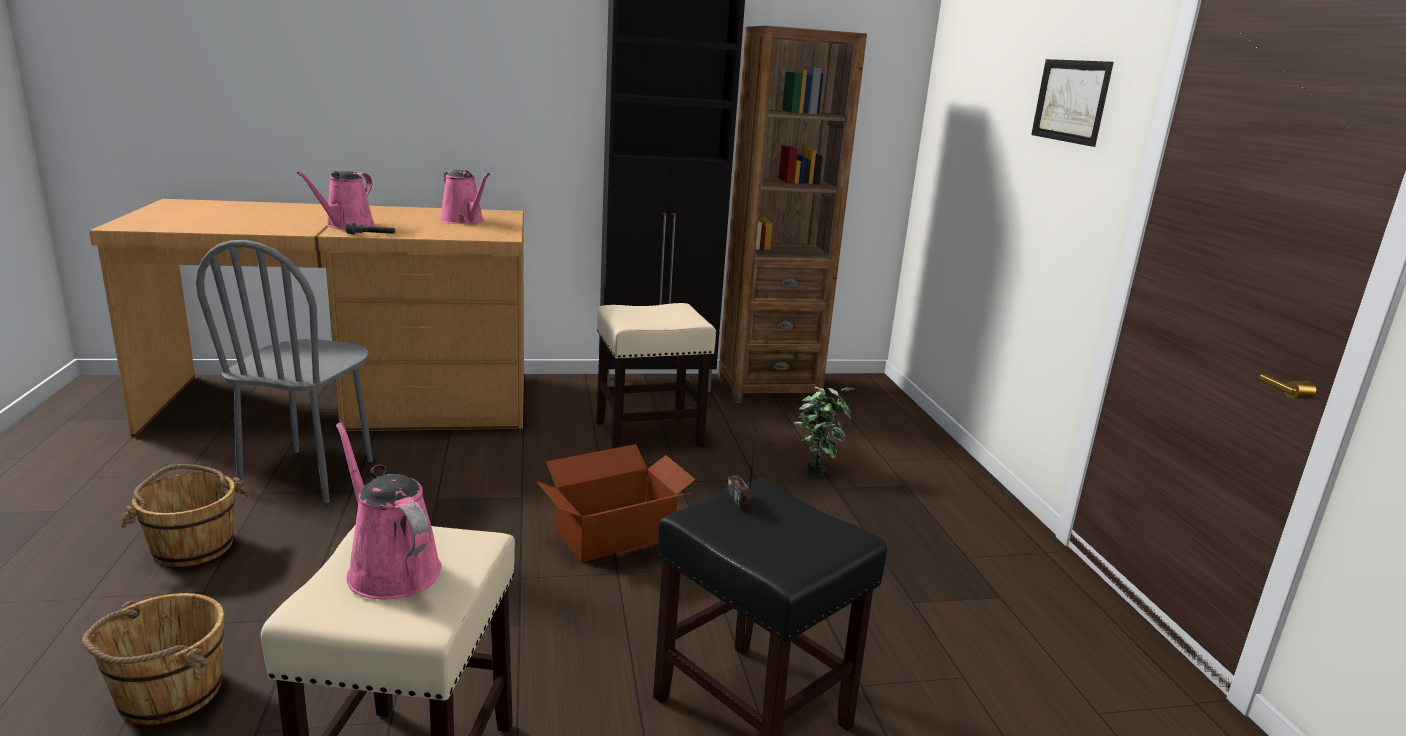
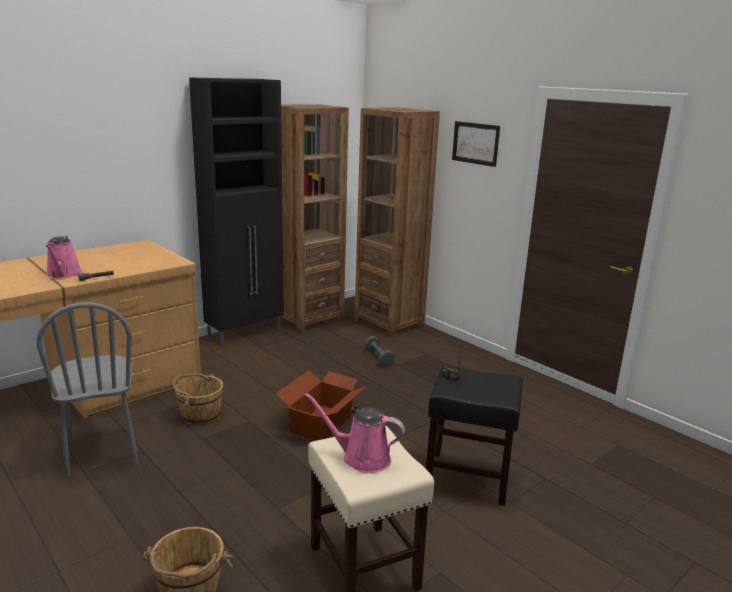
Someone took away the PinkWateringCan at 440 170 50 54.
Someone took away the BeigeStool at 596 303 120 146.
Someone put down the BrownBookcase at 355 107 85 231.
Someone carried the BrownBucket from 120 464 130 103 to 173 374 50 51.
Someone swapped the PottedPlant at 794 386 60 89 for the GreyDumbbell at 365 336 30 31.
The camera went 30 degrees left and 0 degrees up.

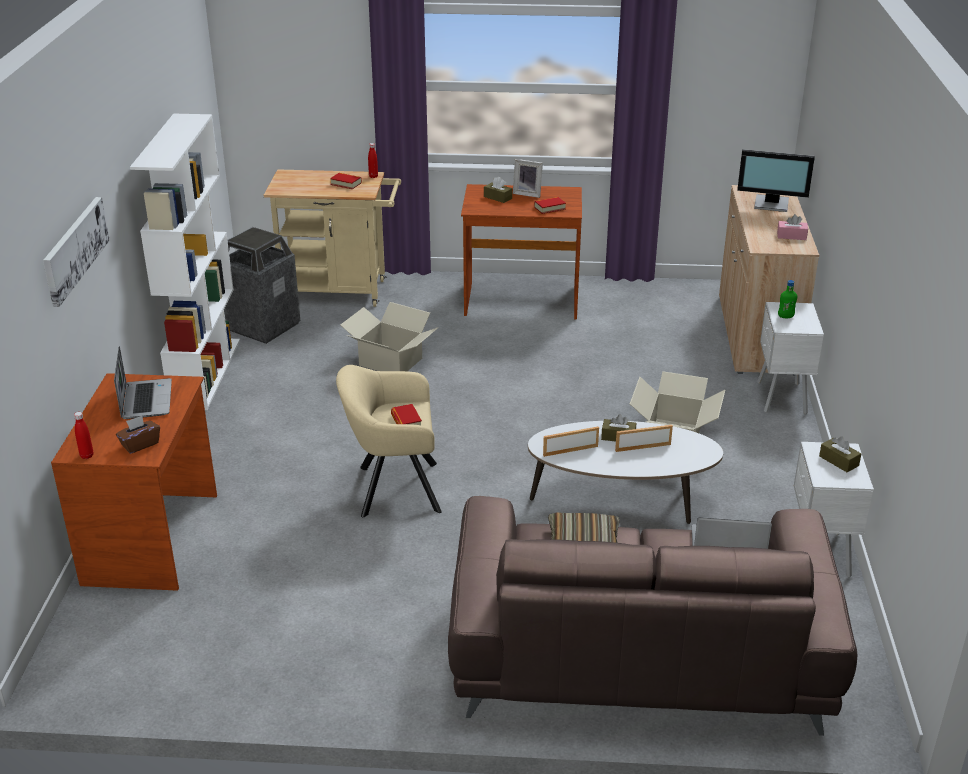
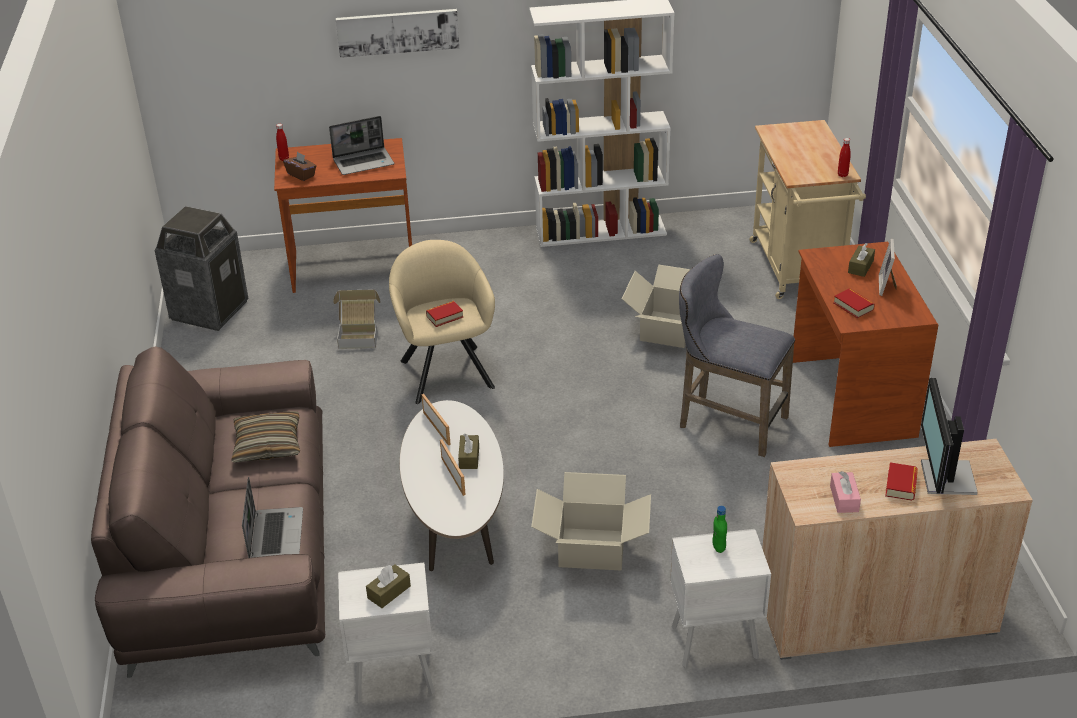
Someone put down the CardboardBox at 333 289 47 60.
Someone put down the GreyStool at 679 254 116 203.
Someone carried the TrashCan from 224 227 76 117 to 155 206 94 125.
Someone carried the Book from 330 173 32 16 to 885 462 33 39.
The camera went 80 degrees right and 5 degrees up.

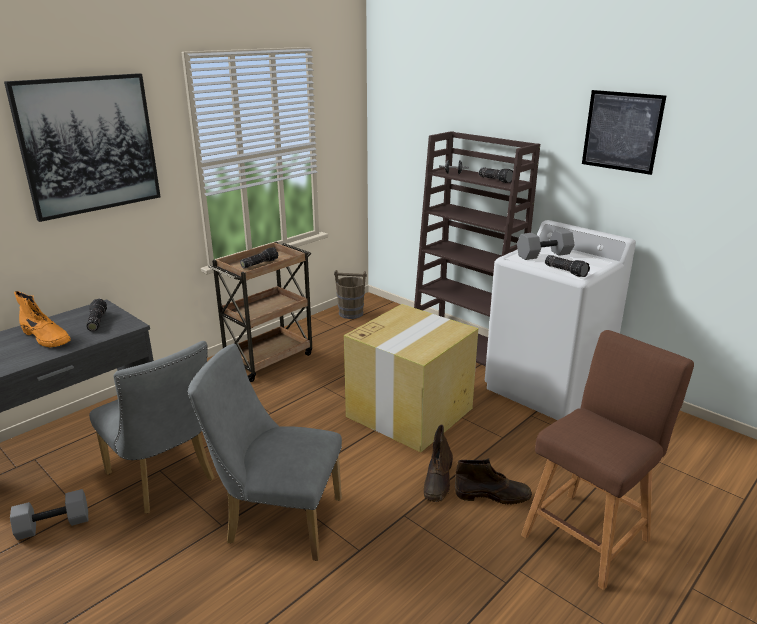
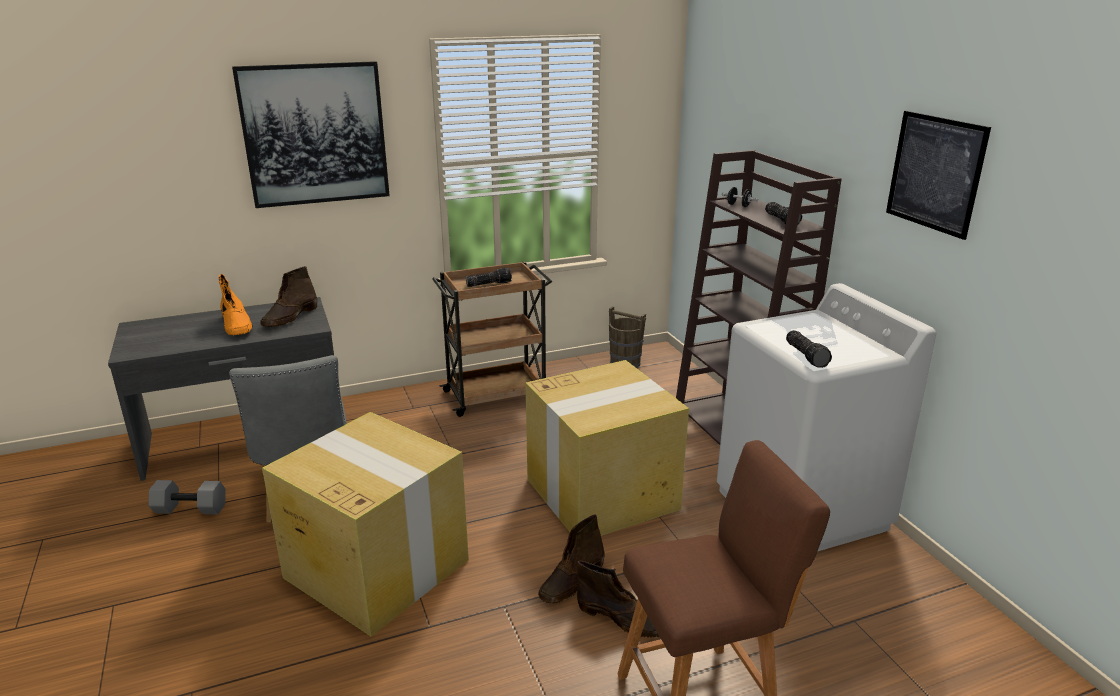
Someone took away the GreyDumbbell at 517 229 58 31.
Someone swapped the Flashlight at 86 299 21 32 for the BrownBoot at 260 266 57 61.
Someone swapped the GreyChair at 188 344 154 217 for the CardboardBox at 262 412 207 224.
The camera went 25 degrees right and 0 degrees up.

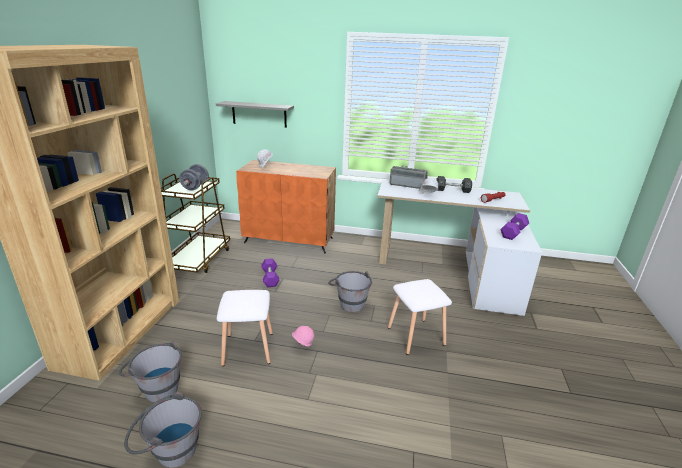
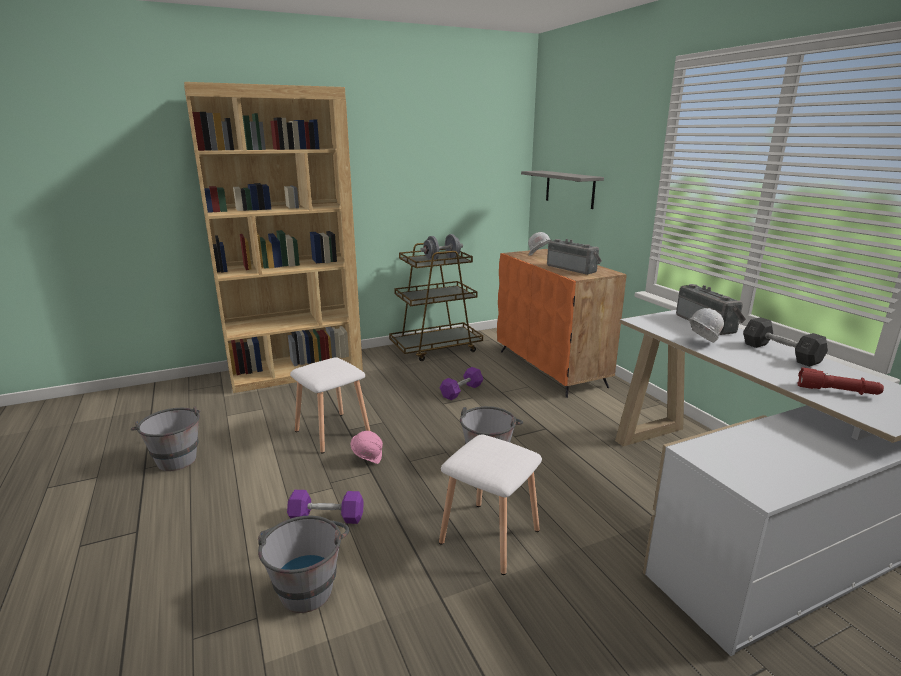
Someone put down the Radio at 547 239 55 36.
Someone carried the GreyBucket from 119 341 63 61 to 258 516 91 97.
Someone carried the PurpleDumbbell from 500 213 29 27 to 287 490 77 34.
The camera went 55 degrees right and 5 degrees down.

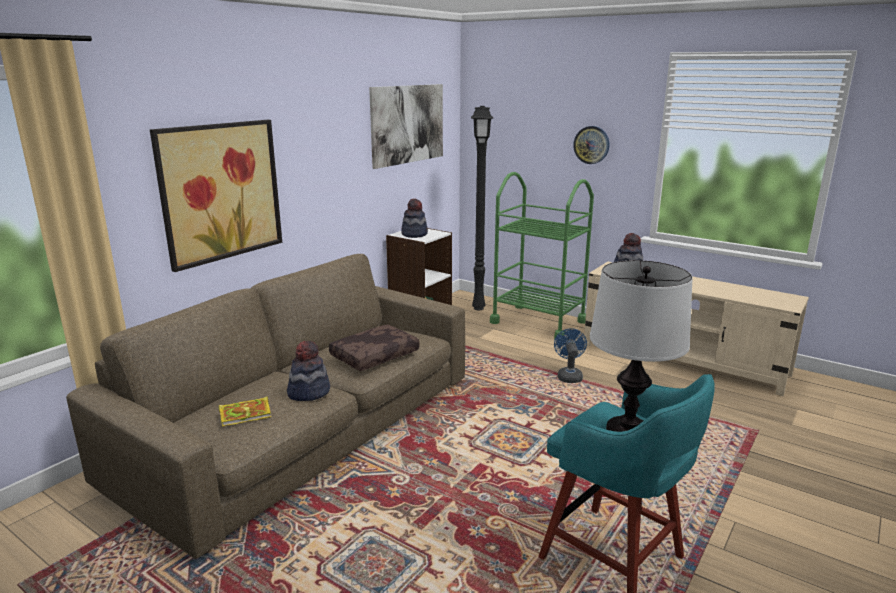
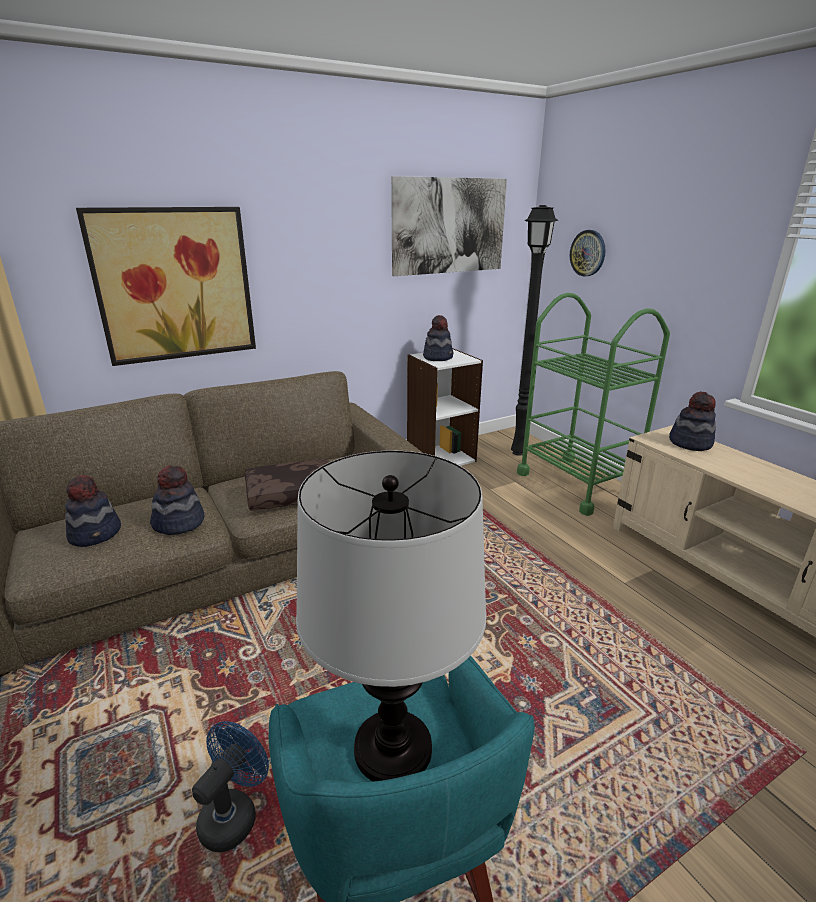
Someone carried the BlueFan from 554 328 33 55 to 192 721 77 131.
Someone carried the WallClock from 573 126 36 38 to 570 230 36 47.
Someone swapped the Book at 219 397 52 30 for the Hat at 65 475 56 72.
The camera went 25 degrees right and 5 degrees up.

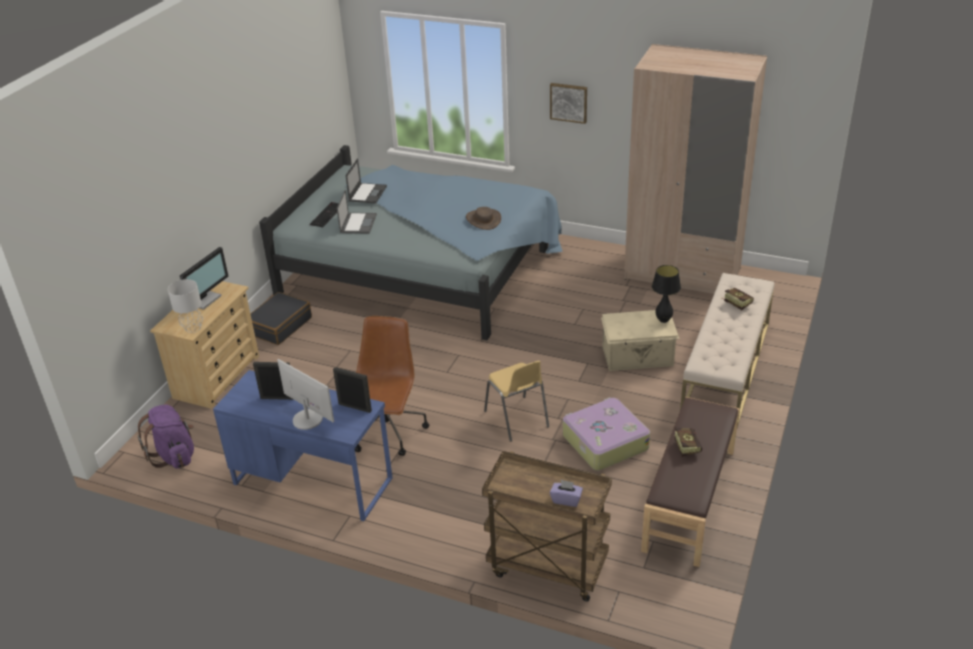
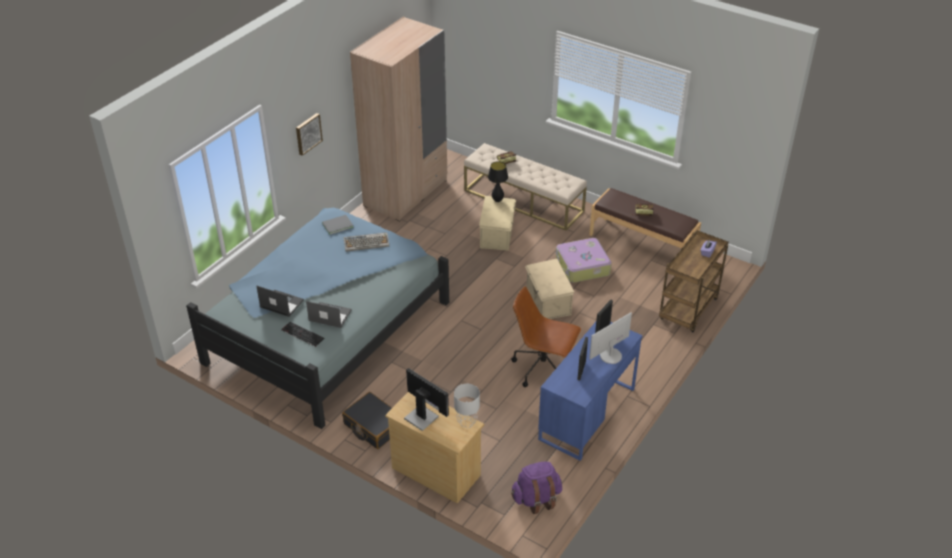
Someone put down the GreyBook at 322 215 32 20.
Someone swapped the BrownHat at 466 207 35 23 for the Keyboard at 344 232 45 20.
Someone swapped the YellowChair at 484 361 65 81 for the BeigeStorageBox at 525 259 49 60.
The camera went 80 degrees left and 5 degrees up.

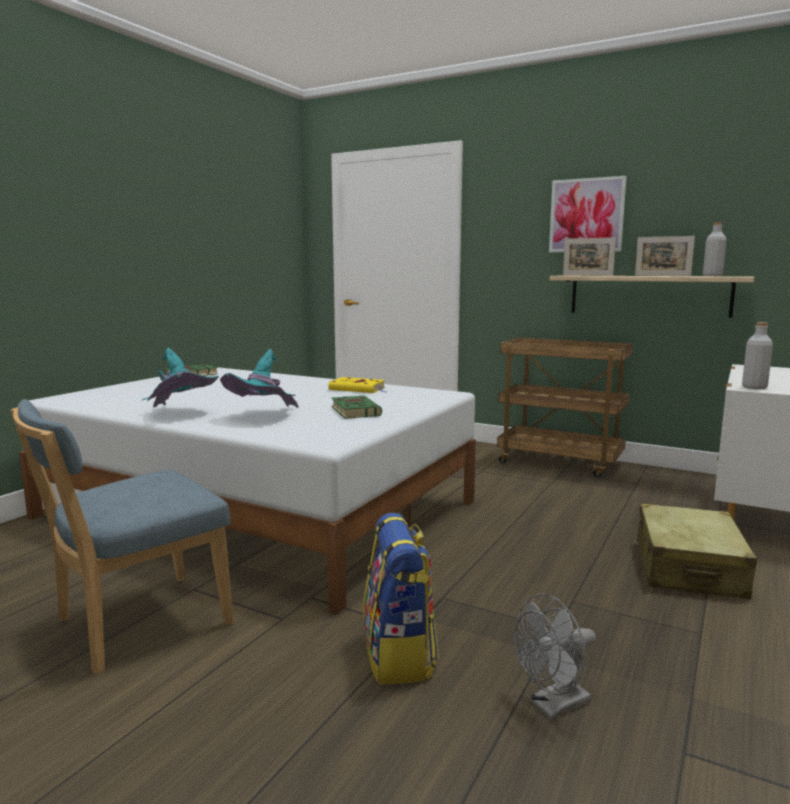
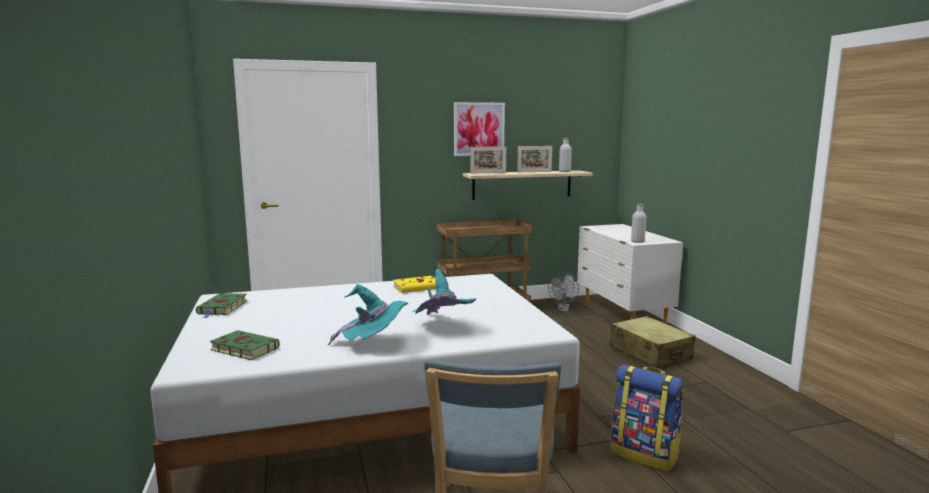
Someone carried the GreenBook from 332 395 50 24 to 210 330 70 30.
Someone carried the GreyFan from 514 594 82 125 to 548 273 31 39.
The camera went 45 degrees left and 0 degrees up.

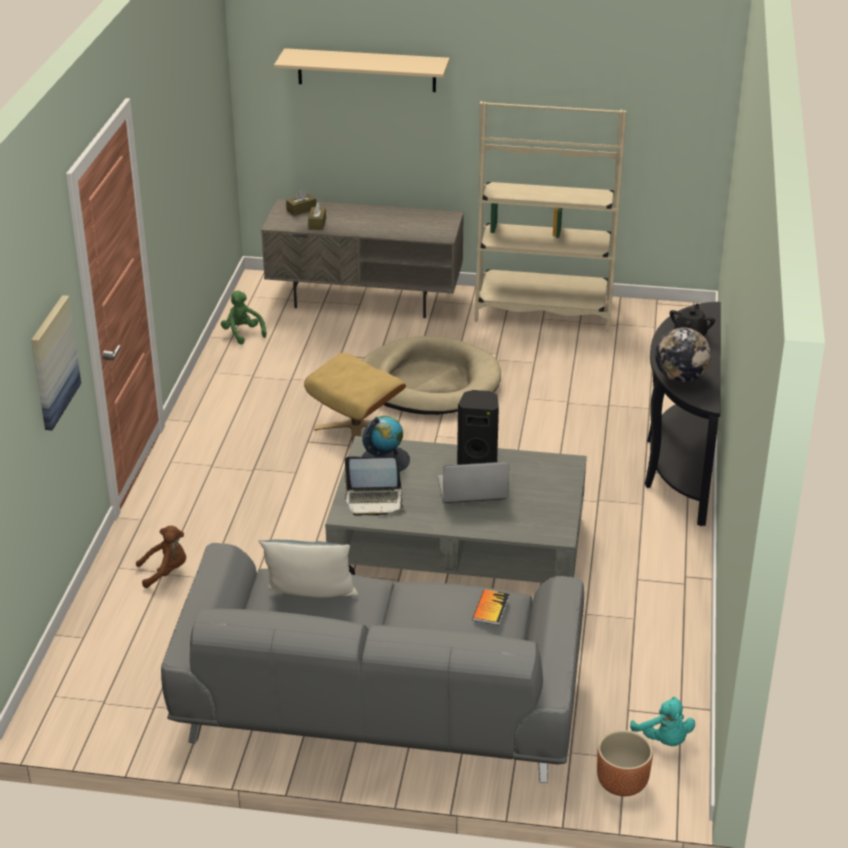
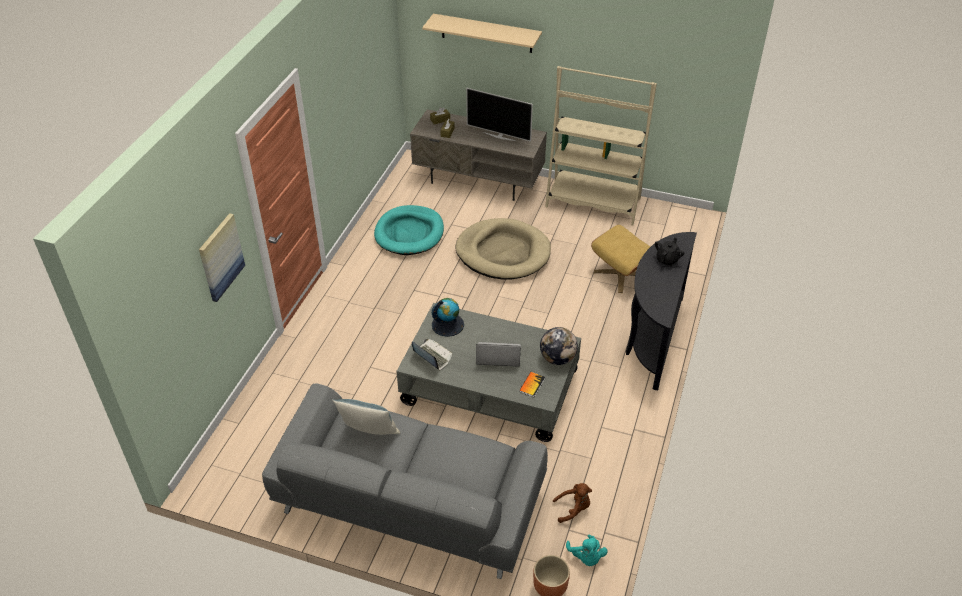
Someone took away the GreenPlushToy at 221 291 46 54.
Someone took away the BlackSpeaker at 457 390 42 75.
Someone put down the TurquoiseDogBed at 374 205 70 50.
Someone put down the Television at 466 88 67 53.
Someone carried the BrownPlushToy from 136 525 50 63 to 553 483 39 40.
Someone carried the BeigeOttoman from 304 353 102 91 to 591 225 59 68.
Someone carried the Book from 472 589 37 36 to 519 372 26 25.
Someone carried the Globe from 655 327 56 56 to 540 327 38 38.
Someone rotated the Laptop at 344 456 61 60 by 150 degrees counterclockwise.
The camera went 10 degrees right and 10 degrees up.

